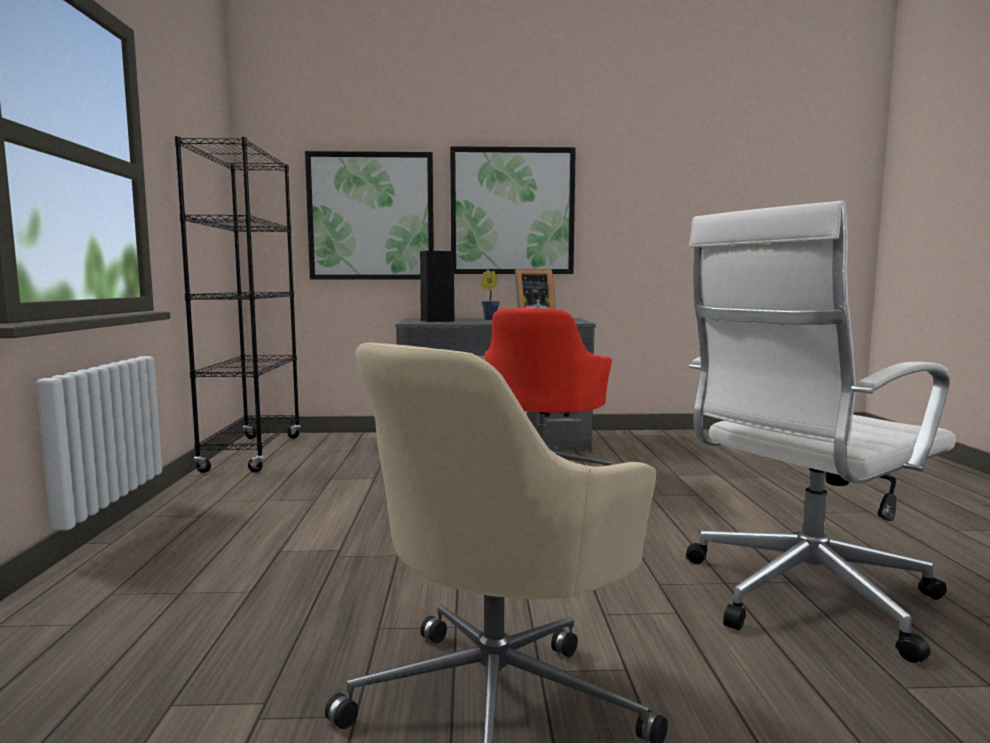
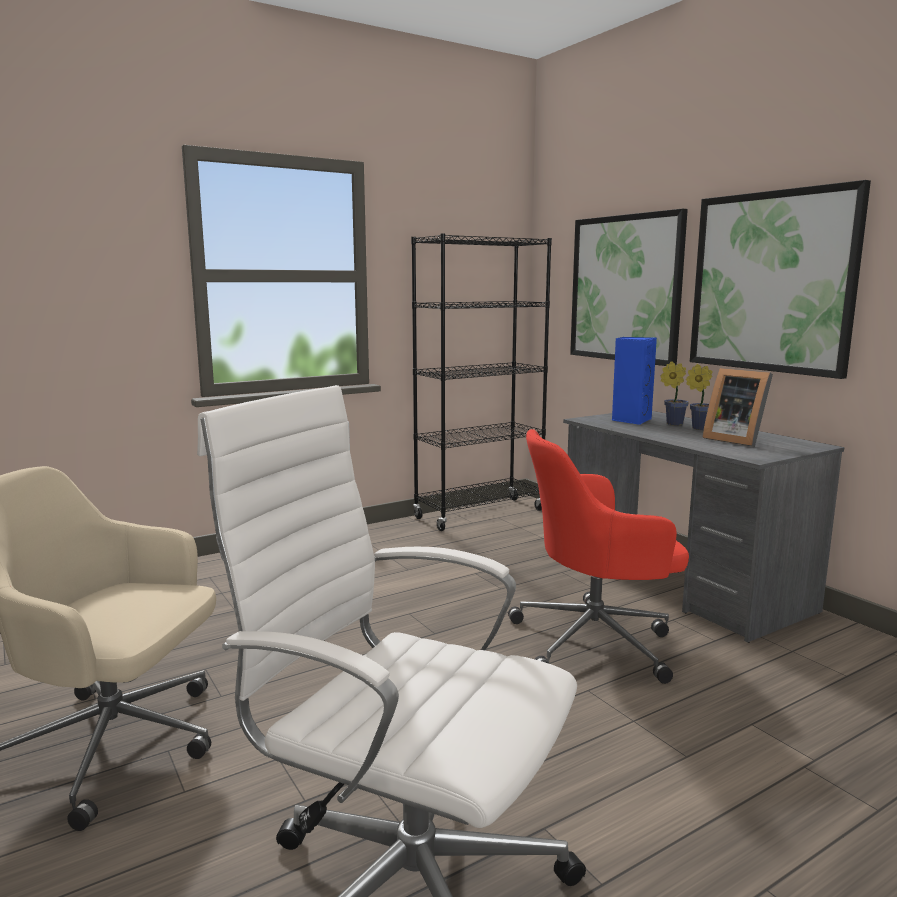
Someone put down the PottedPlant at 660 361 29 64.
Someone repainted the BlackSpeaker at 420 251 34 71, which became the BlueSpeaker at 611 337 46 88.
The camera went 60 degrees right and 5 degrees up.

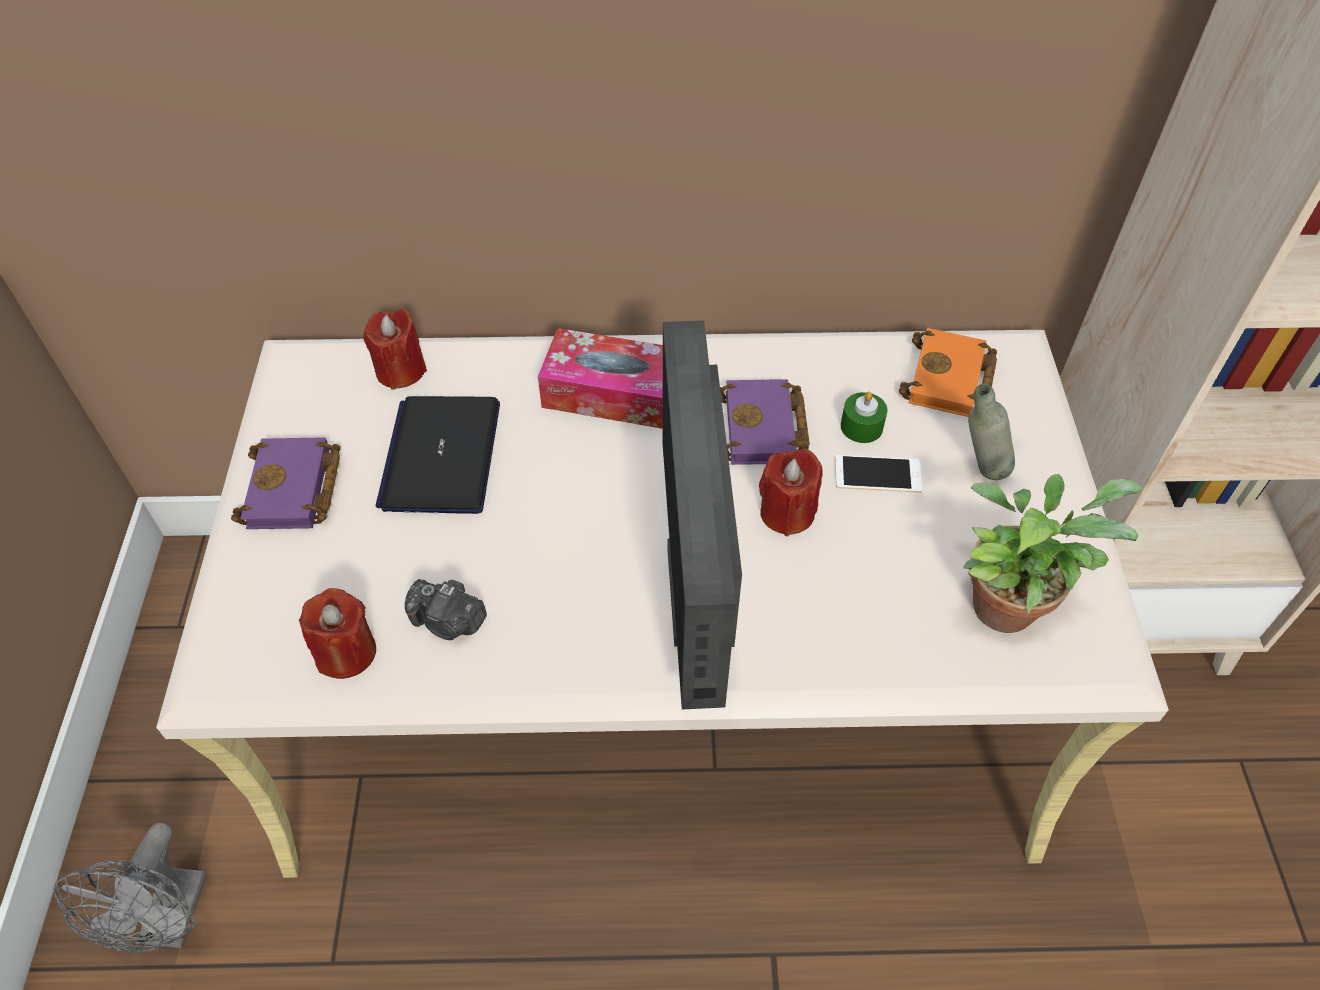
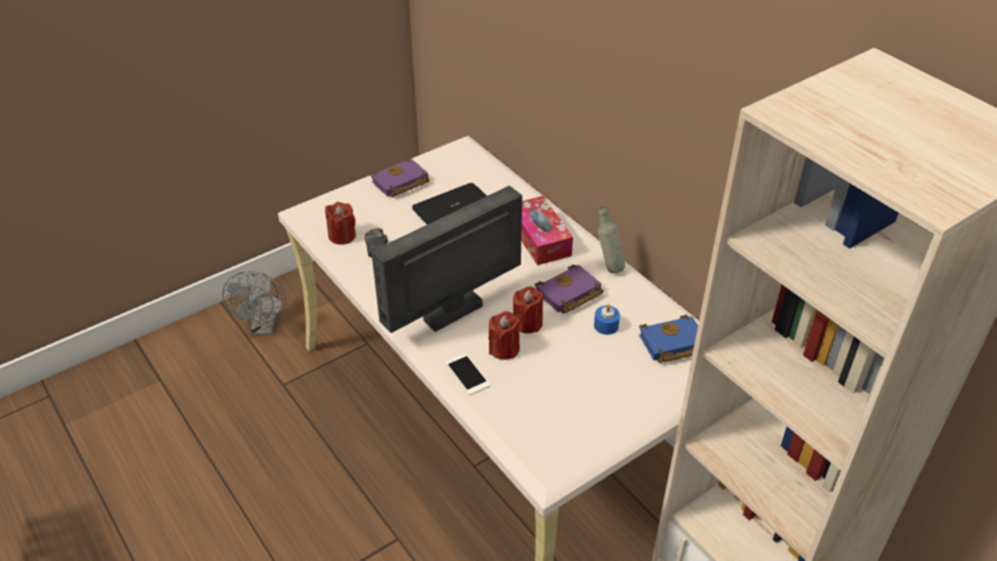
Someone took away the PottedPlant at 963 474 180 159.
Someone carried the RedCandle from 363 309 64 81 to 488 311 32 49.
Someone carried the Phone from 835 455 88 38 to 445 354 45 41.
Someone carried the GreyBottle from 968 383 47 97 to 598 206 27 67.
Someone repainted the GreenCandle at 841 392 47 51, which became the BlueCandle at 594 304 26 31.
Someone repainted the OrangeBook at 899 328 98 89, which became the BlueBook at 639 315 59 48.
Someone rotated the GreyFan at 53 823 154 130 by 60 degrees counterclockwise.
The camera went 55 degrees right and 10 degrees down.

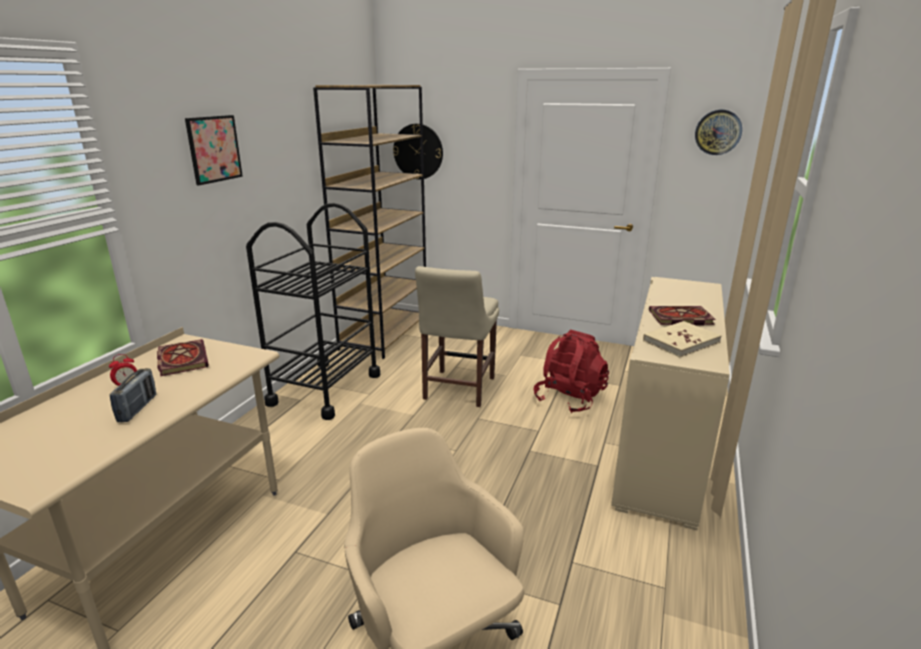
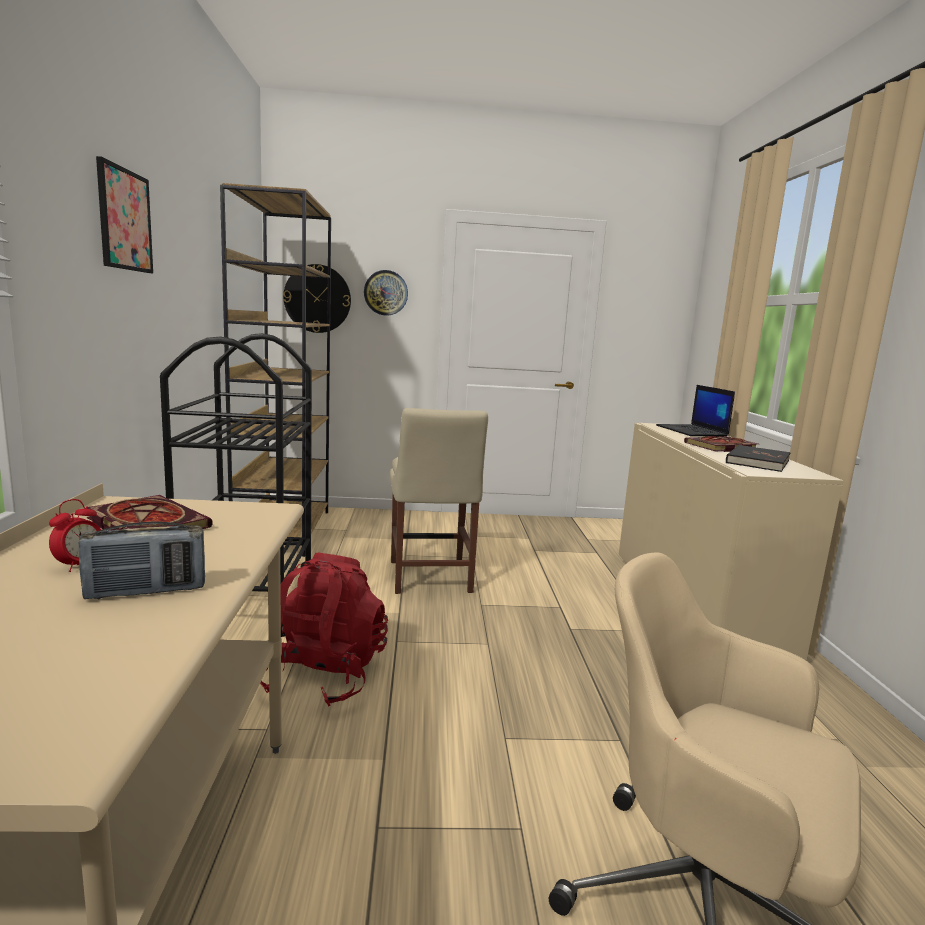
Someone put down the Laptop at 656 385 79 52.
Someone carried the RedBackpack from 534 330 75 83 to 260 553 128 153.
Someone carried the WallClock from 695 110 47 45 to 364 270 44 46.
Someone repainted the BeigeBook at 643 321 79 36, which became the BlackBook at 726 445 65 27.
Someone rotated the Radio at 109 368 47 54 by 90 degrees clockwise.
The camera went 25 degrees left and 10 degrees down.

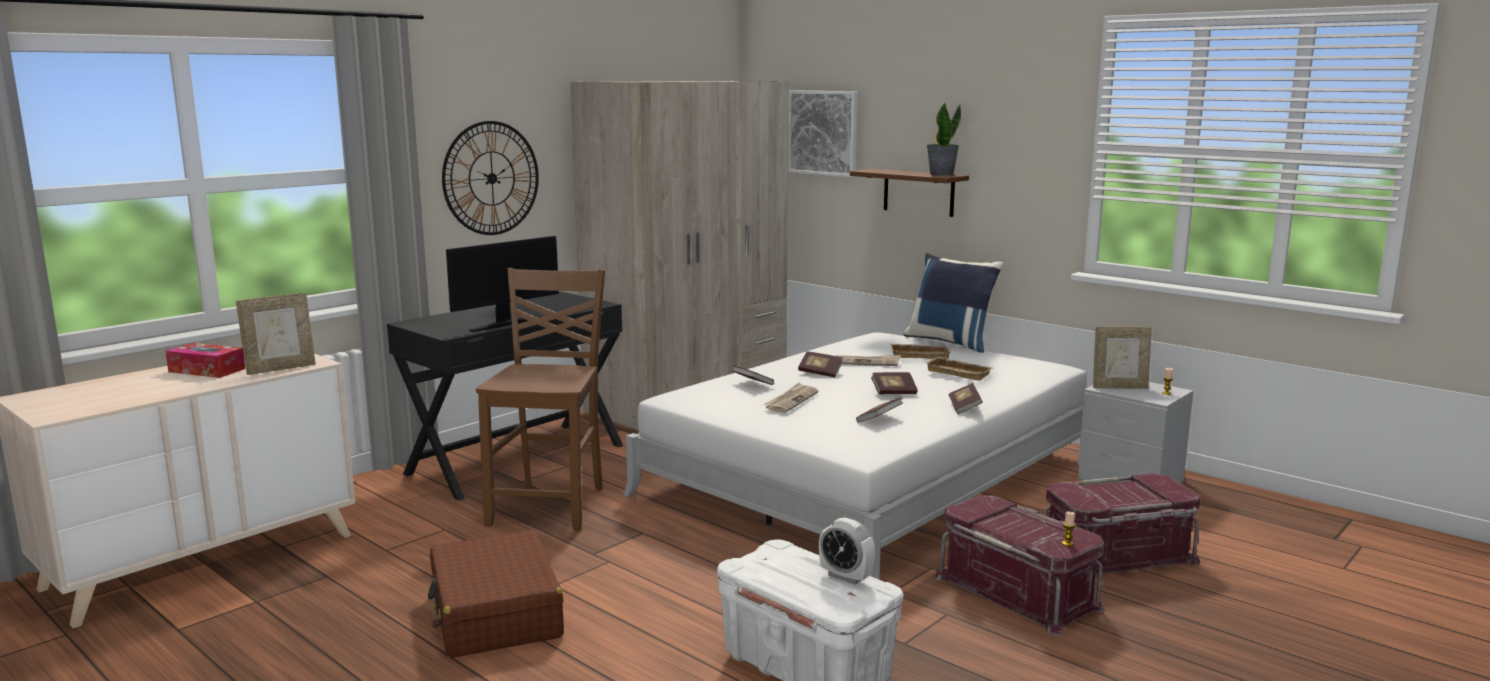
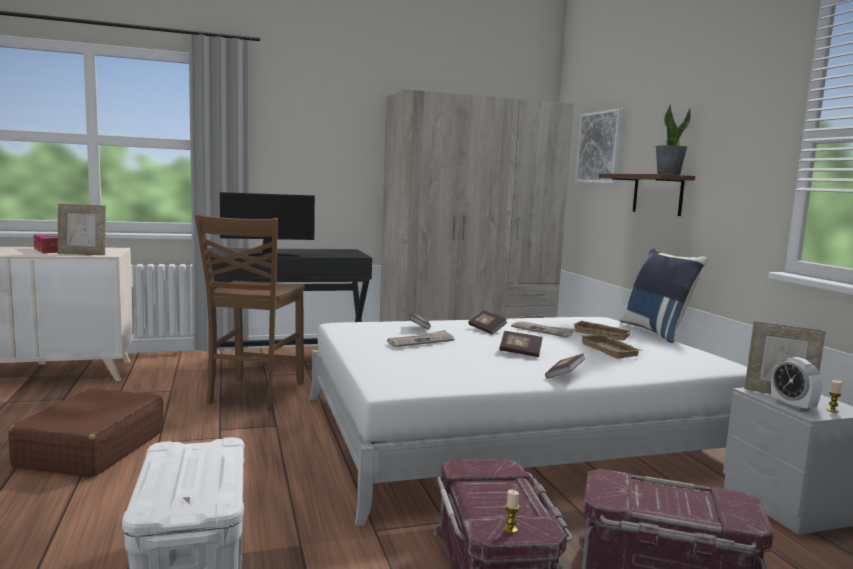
Someone took away the WallClock at 442 121 97 114.
Someone took away the Book at 856 398 47 25.
Someone carried the AlarmClock from 819 517 56 68 to 771 357 51 55.
Someone rotated the BrownChair at 476 268 129 263 by 150 degrees clockwise.
The camera went 30 degrees right and 5 degrees down.

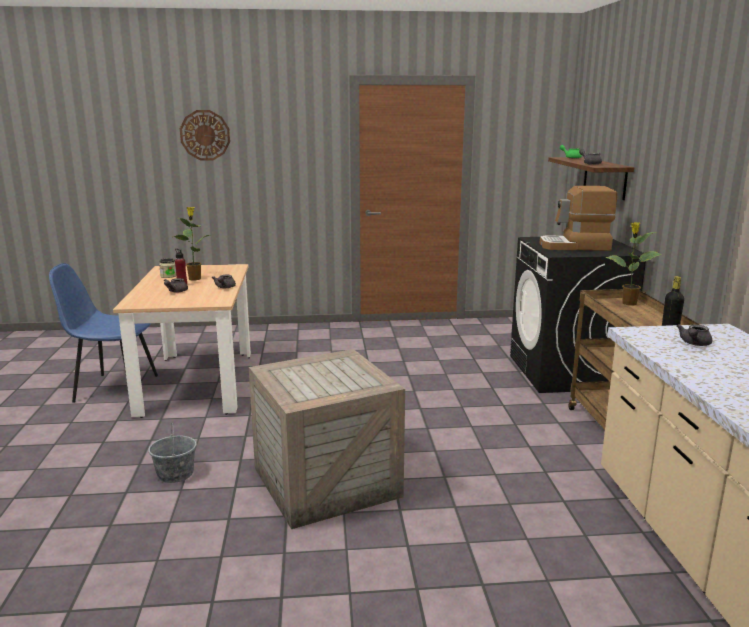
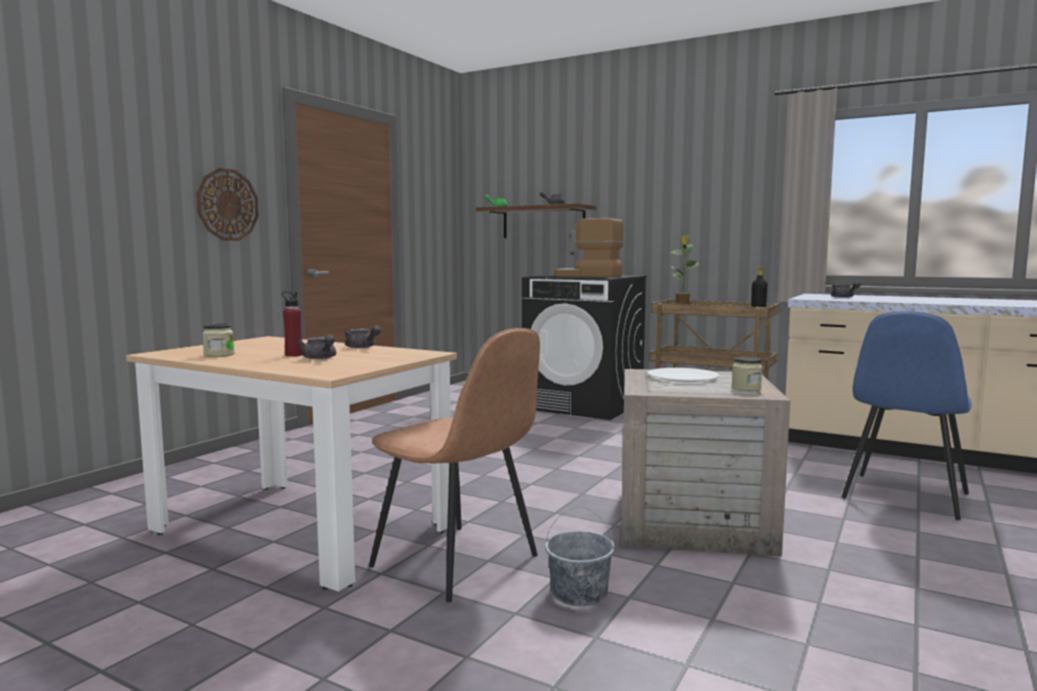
Someone took away the PottedPlant at 174 207 37 73.
Someone put down the BrownChair at 369 328 171 274.
Someone put down the WhitePlate at 648 368 71 14.
Someone put down the Jar at 732 357 30 34.
Someone carried the BlueChair from 49 263 109 139 to 842 311 130 209.
Someone carried the WallClock from 180 110 50 50 to 196 168 63 73.
Someone rotated the CoffeeMachine at 540 186 77 65 by 75 degrees clockwise.
The camera went 55 degrees left and 10 degrees down.

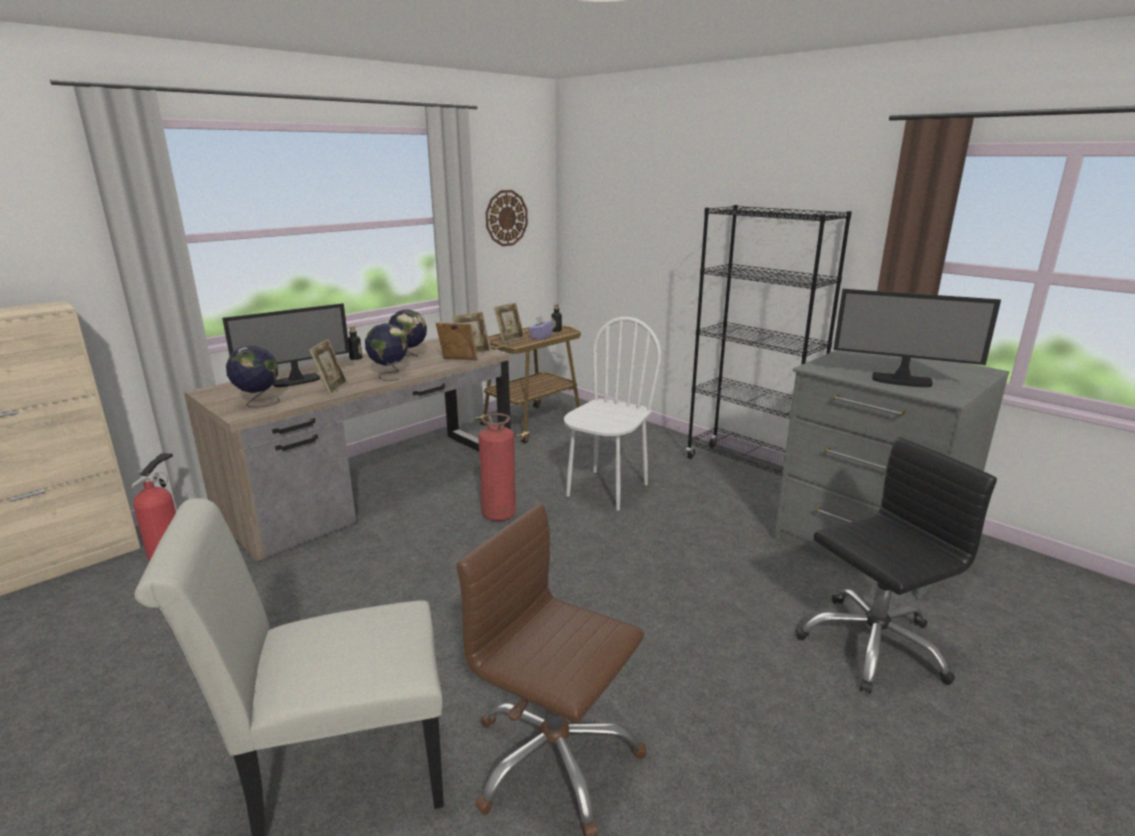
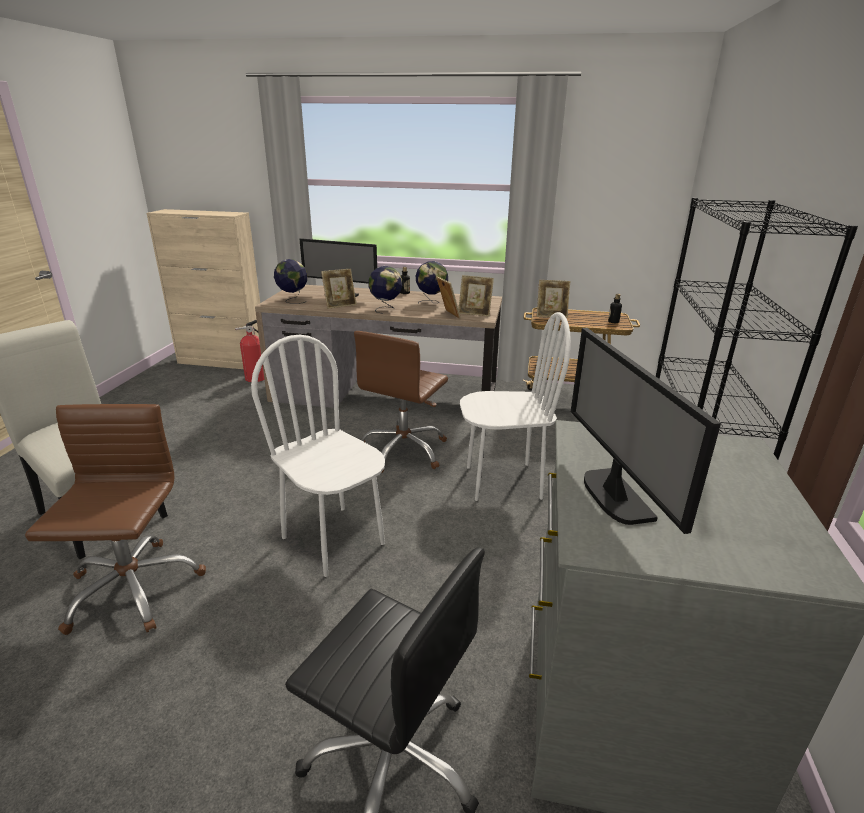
Someone took away the WallClock at 486 190 42 56.
Someone took away the PurpleTissueBox at 529 316 25 24.
Someone put down the WhiteChair at 251 335 134 242.
Someone swapped the FireExtinguisher at 478 413 38 108 for the BrownOfficeChair at 354 331 94 142.
The camera went 55 degrees right and 5 degrees up.

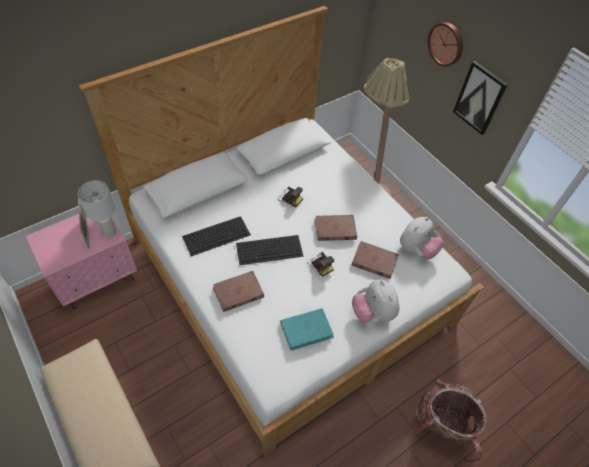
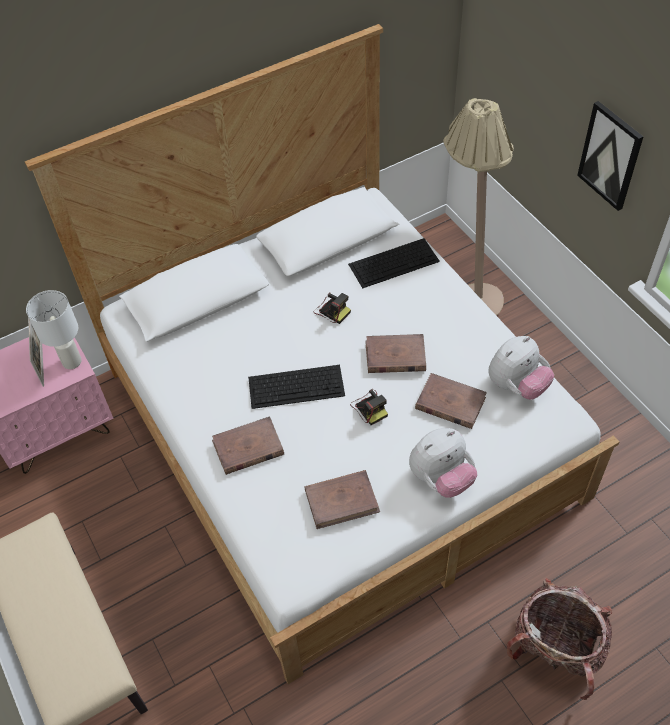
Someone took away the WallClock at 428 22 35 44.
Someone carried the Keyboard from 182 216 69 40 to 348 238 92 50.
Someone repainted the TurquoiseBook at 280 308 54 43, which became the BrownBook at 305 470 75 59.
Someone rotated the PlushToy at 352 279 47 44 by 105 degrees counterclockwise.
The camera went 10 degrees right and 0 degrees up.

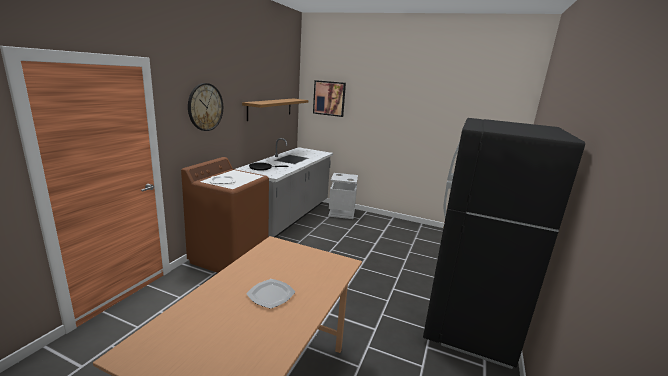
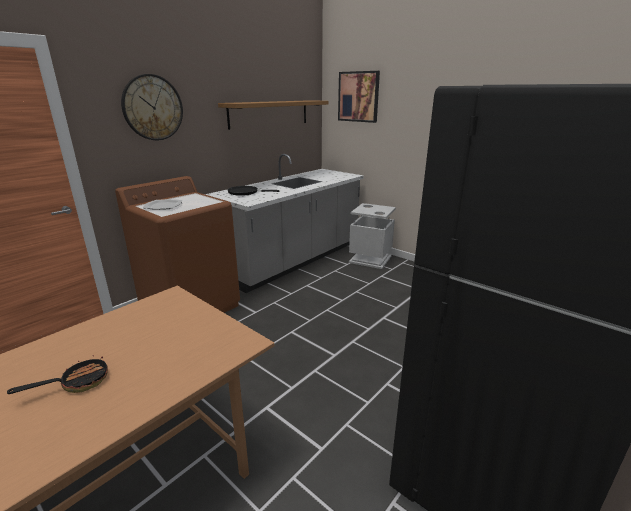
Someone swapped the Plate at 246 279 49 30 for the FryingPan at 7 355 101 39.
The camera went 20 degrees right and 5 degrees up.

